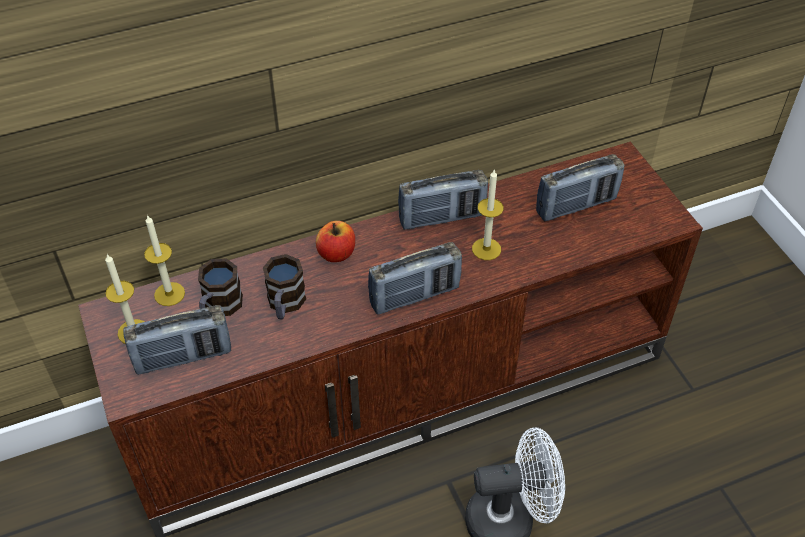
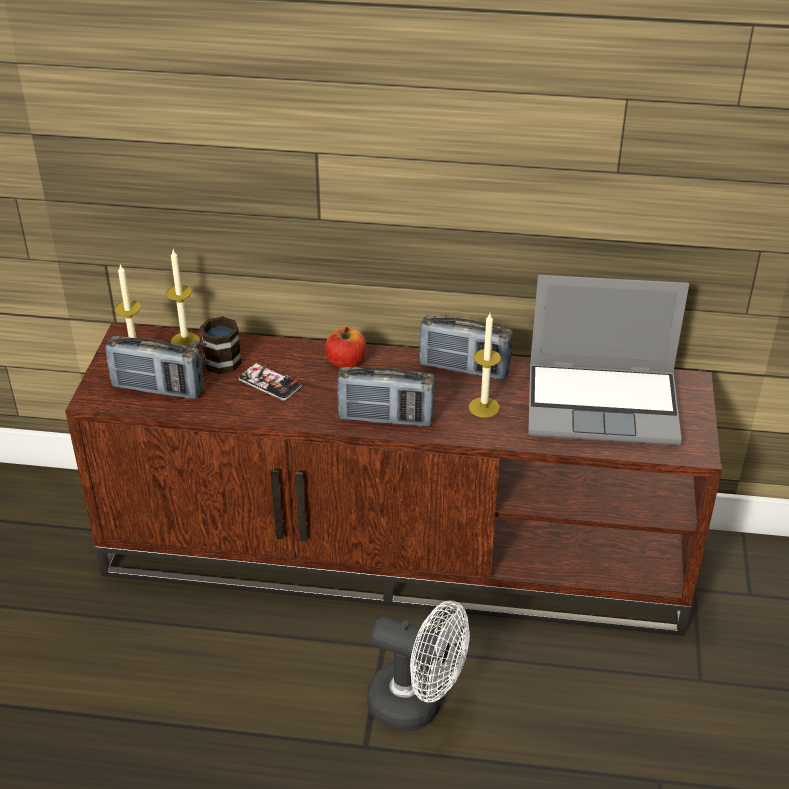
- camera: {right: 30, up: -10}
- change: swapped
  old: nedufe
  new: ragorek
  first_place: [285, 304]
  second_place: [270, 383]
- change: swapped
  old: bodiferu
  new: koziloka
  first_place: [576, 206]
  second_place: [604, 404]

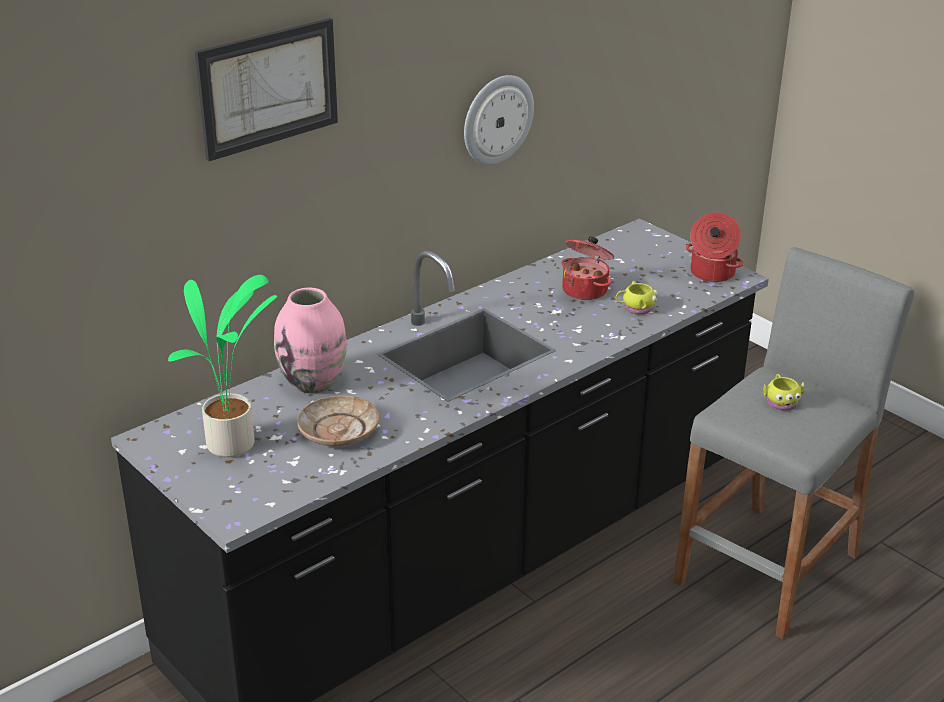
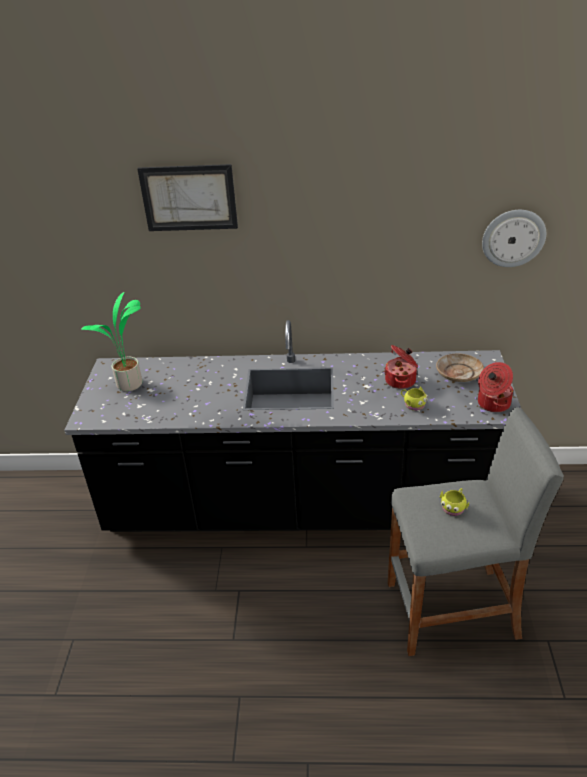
- camera: {right: 45, up: 5}
- change: gone
  old: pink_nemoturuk
  first_place: [313, 382]
- change: shifted
  old: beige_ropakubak
  first_place: [338, 431]
  second_place: [458, 373]
- change: shifted
  old: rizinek
  first_place: [497, 119]
  second_place: [513, 238]

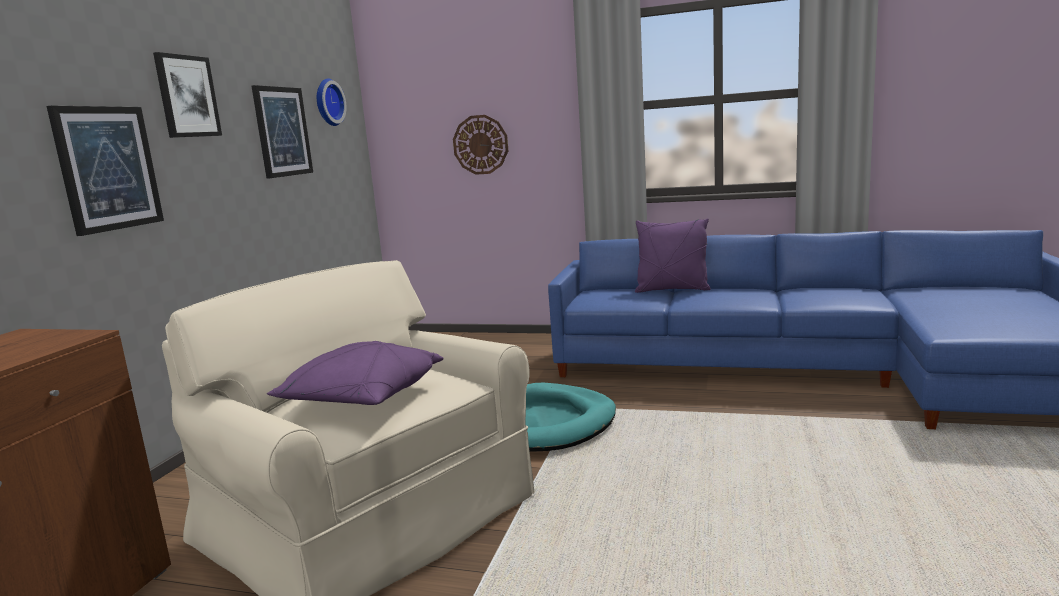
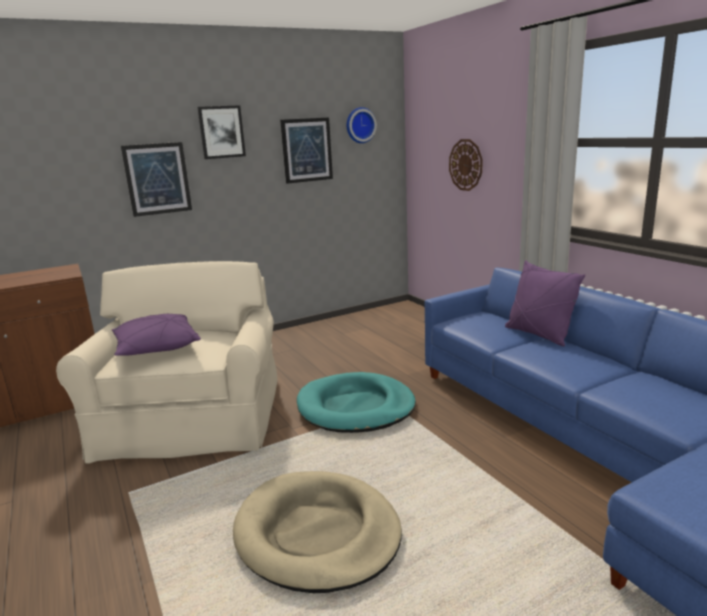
- camera: {right: 45, up: 5}
- change: new
  new: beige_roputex
  second_place: [317, 534]

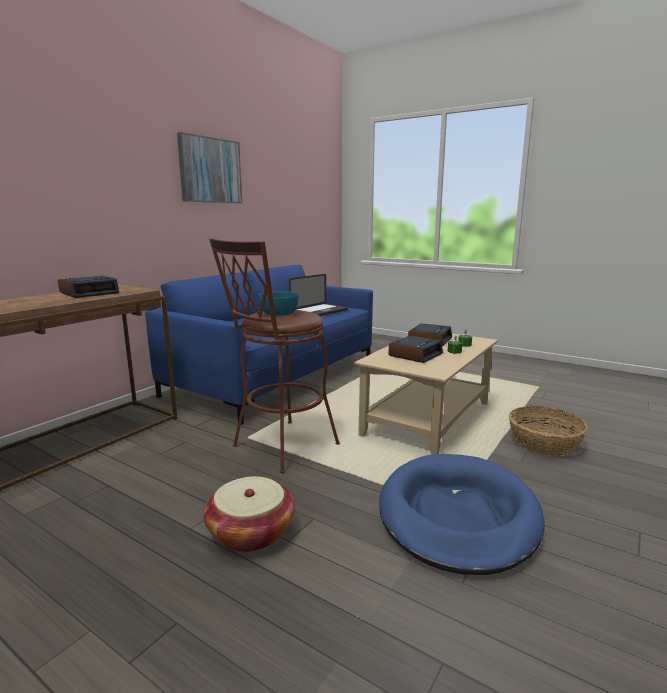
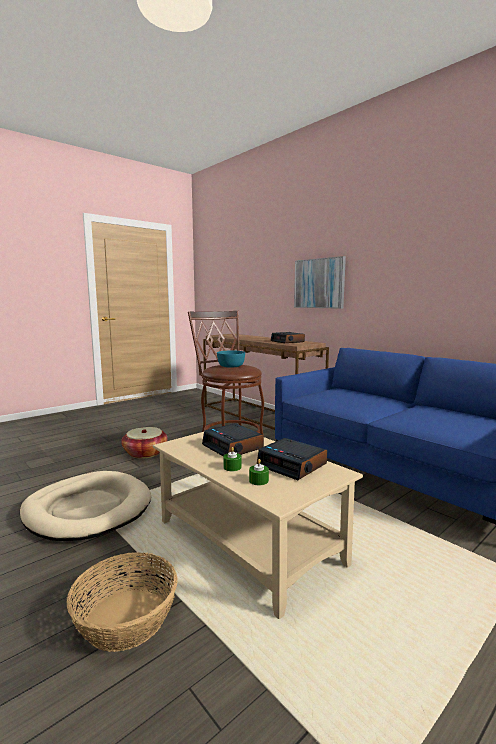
- camera: {right: 105, up: -5}
- change: gone
  old: koziloka
  first_place: [319, 311]
- change: shifted
  old: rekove
  first_place: [210, 170]
  second_place: [319, 283]
- change: repainted
  old: blue_roputex
  new: beige_roputex
  first_place: [457, 515]
  second_place: [88, 509]

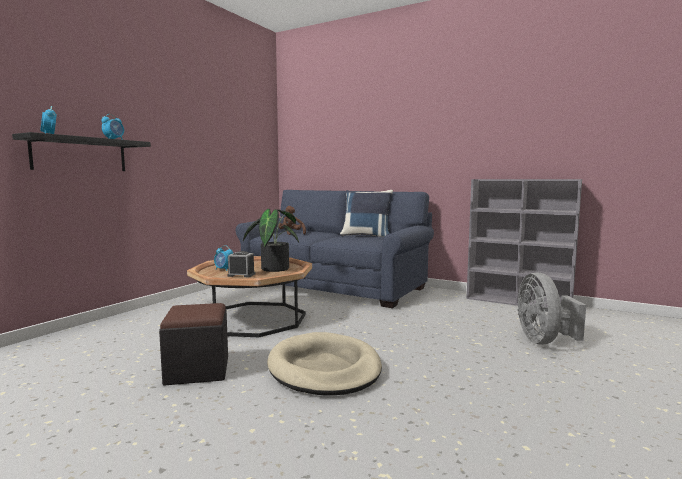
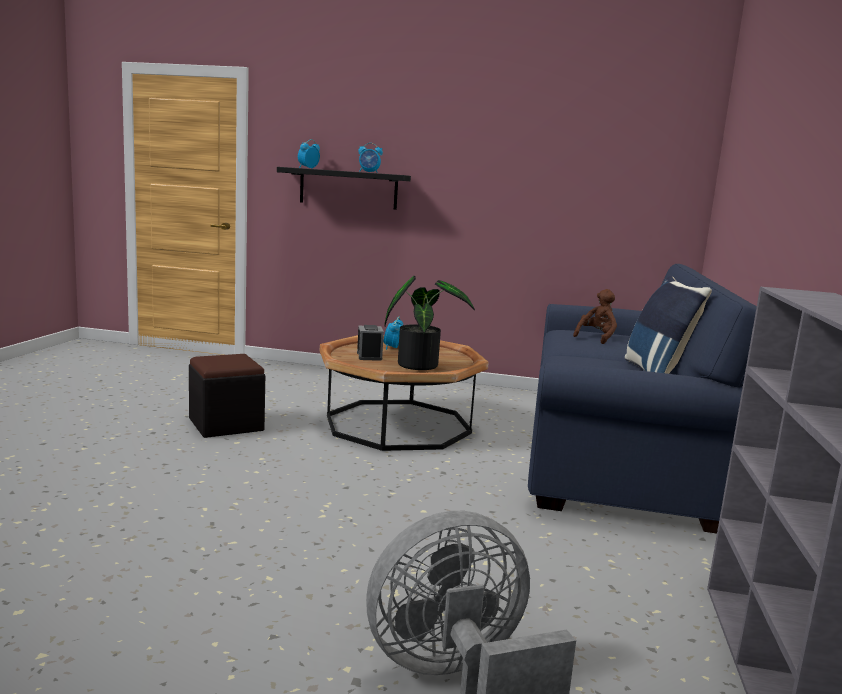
- camera: {right: 70, up: 5}
- change: gone
  old: beige_roputex
  first_place: [324, 369]

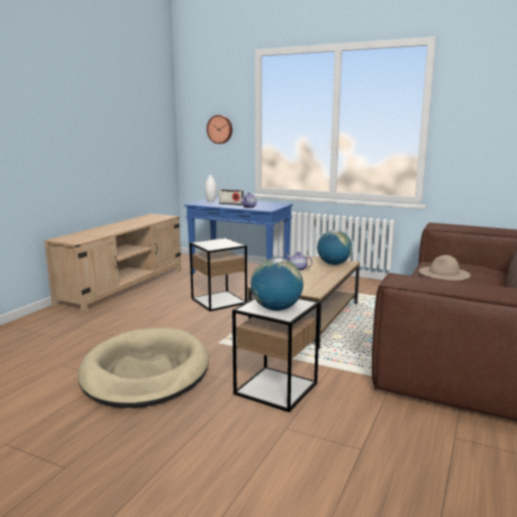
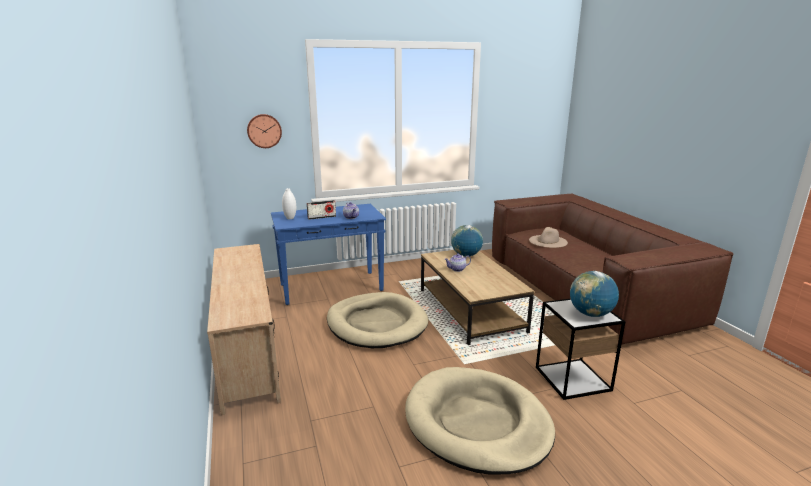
- camera: {right: -45, up: 5}
- change: swapped
  old: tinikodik
  new: beige_roputex
  first_place: [219, 301]
  second_place: [376, 324]

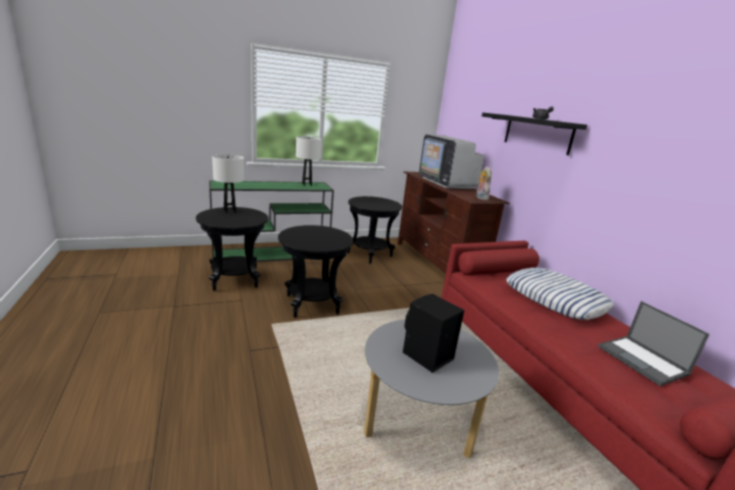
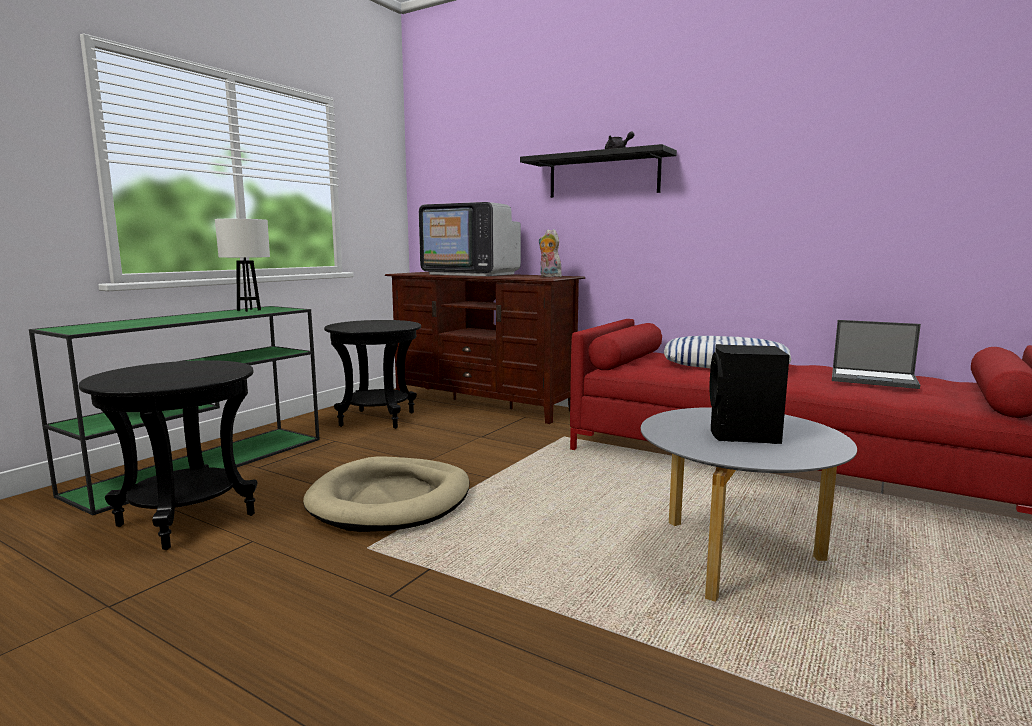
- camera: {right: -35, up: -10}
- change: gone
  old: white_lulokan
  first_place: [230, 211]
- change: swapped
  old: black_tinikodik
  new: beige_roputex
  first_place: [312, 304]
  second_place: [391, 500]

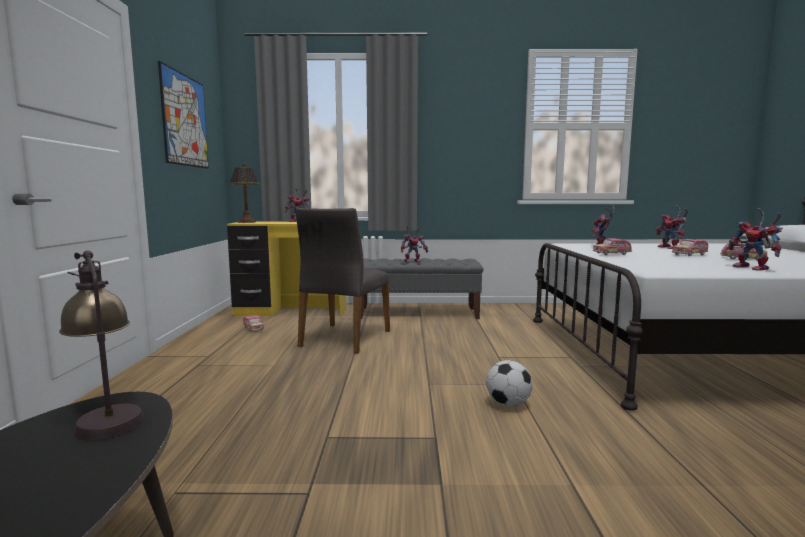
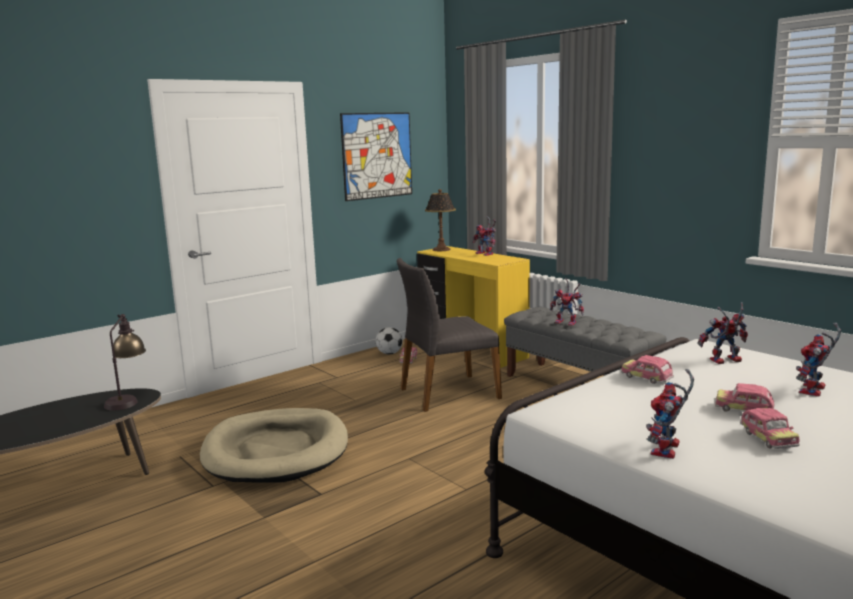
- camera: {right: 50, up: 5}
- change: new
  new: beige_roputex
  second_place: [276, 451]
- change: shifted
  old: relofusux
  first_place: [507, 404]
  second_place: [389, 353]

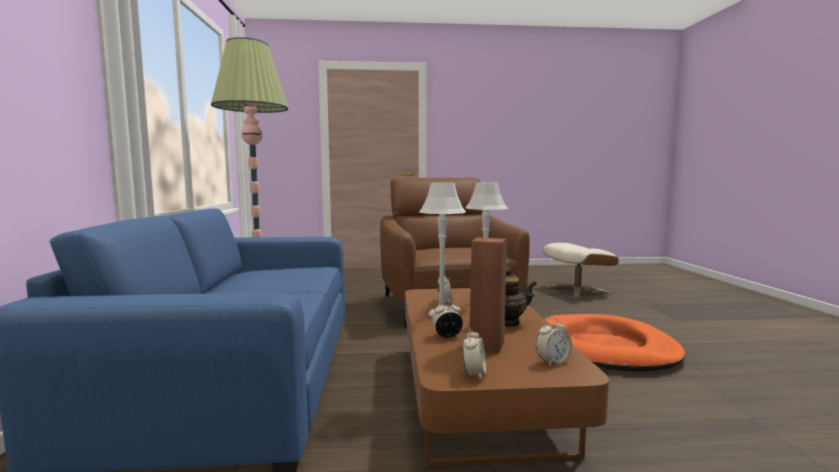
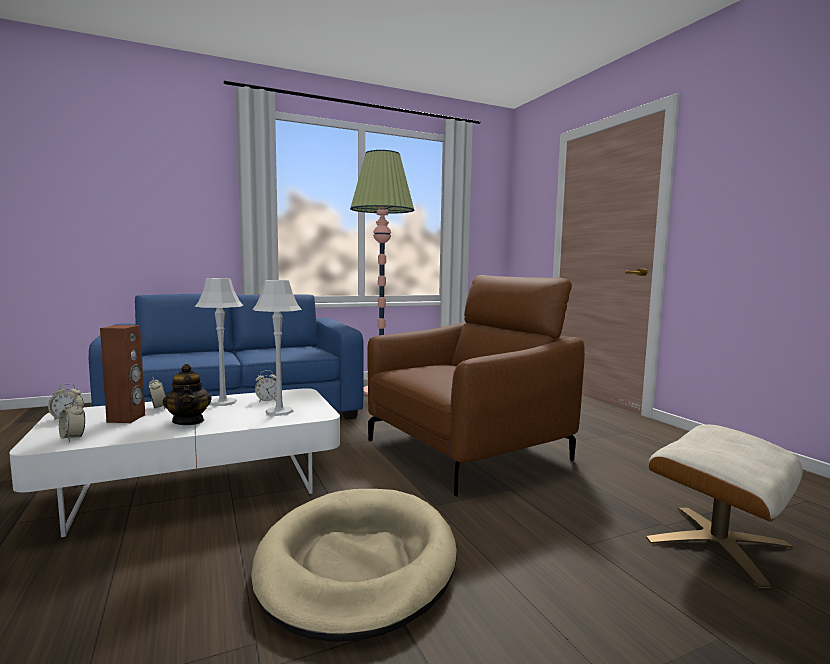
- camera: {right: 70, up: 0}
- change: repainted
  old: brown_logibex
  new: white_logibex
  first_place: [477, 396]
  second_place: [198, 486]
- change: repainted
  old: orange_roputex
  new: beige_roputex
  first_place: [606, 348]
  second_place: [357, 564]

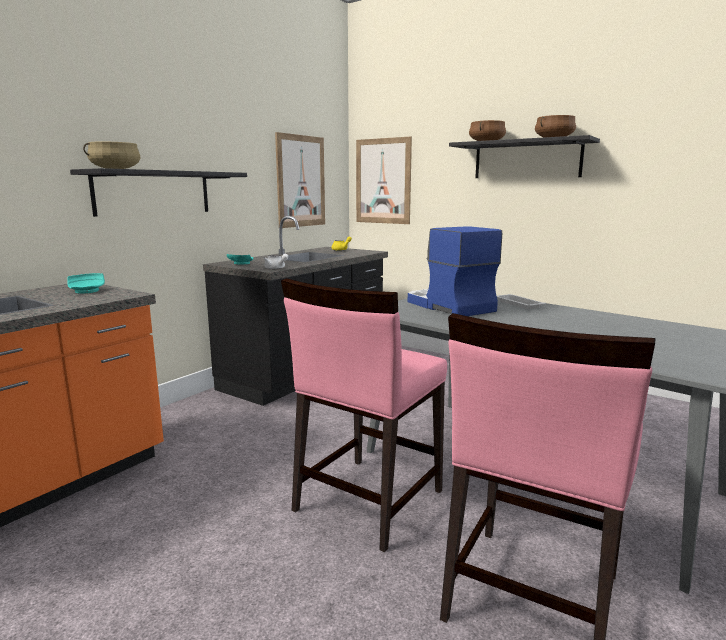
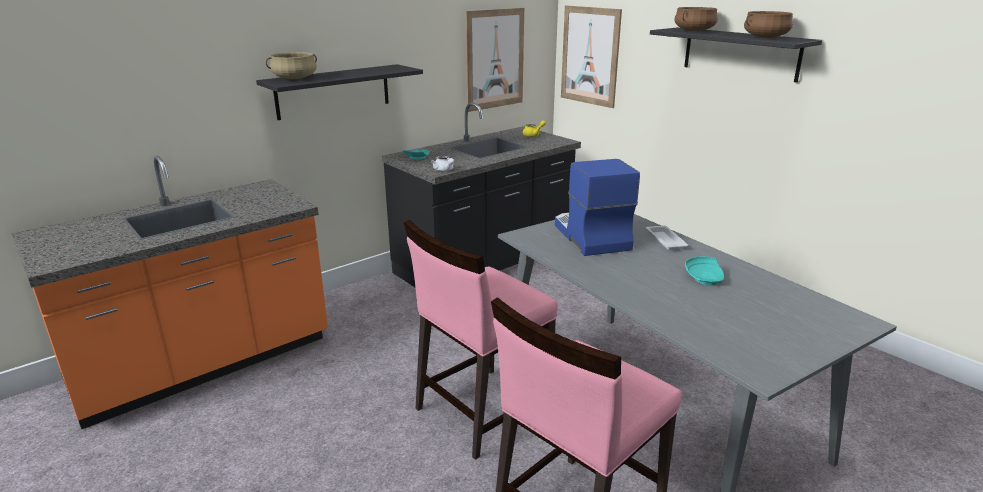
- camera: {right: 15, up: 10}
- change: shifted
  old: turquoise_ropakubak
  first_place: [87, 290]
  second_place: [705, 278]

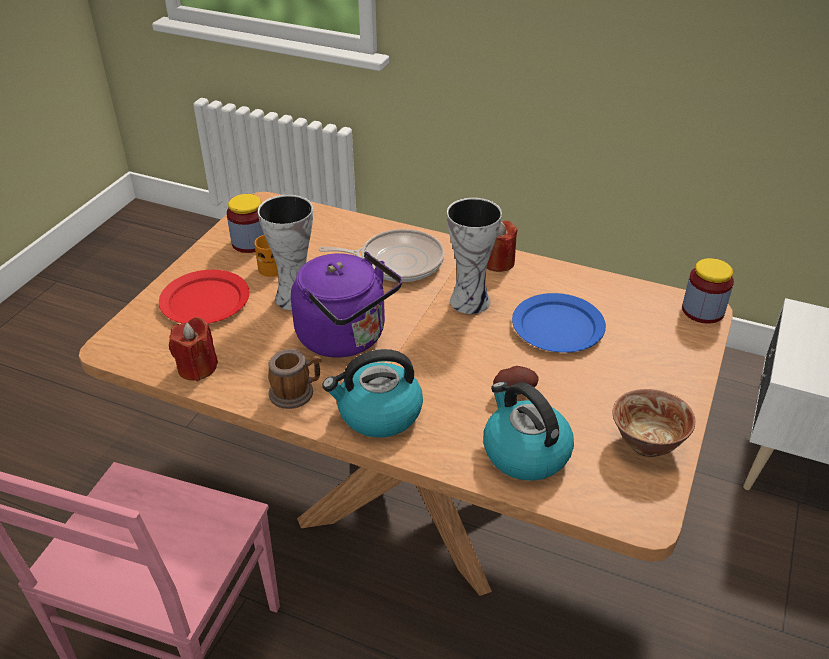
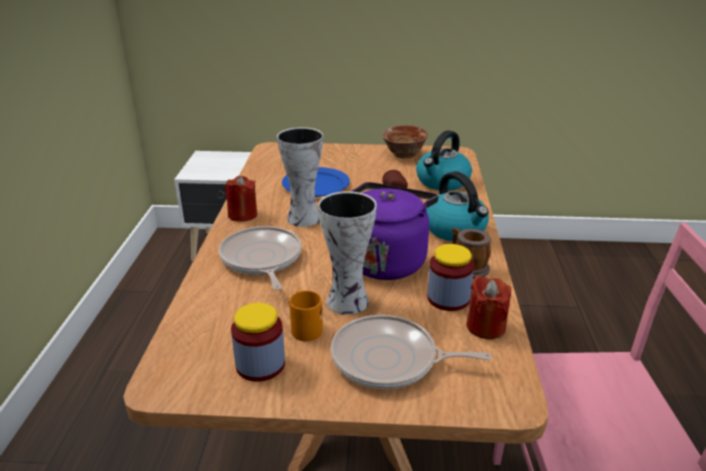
- camera: {right: -110, up: -10}
- change: shifted
  old: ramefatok
  first_place: [702, 311]
  second_place: [448, 298]
- change: swapped
  old: red_ropakubak
  new: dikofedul
  first_place: [204, 301]
  second_place: [390, 360]

